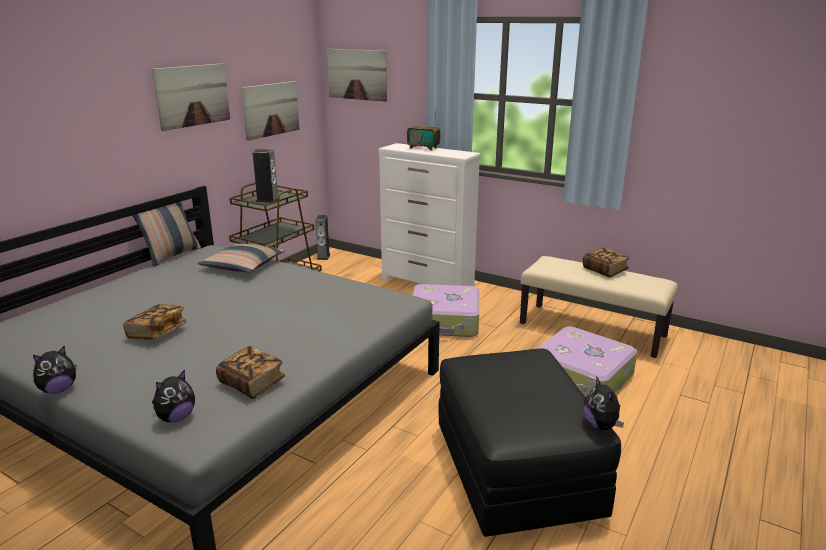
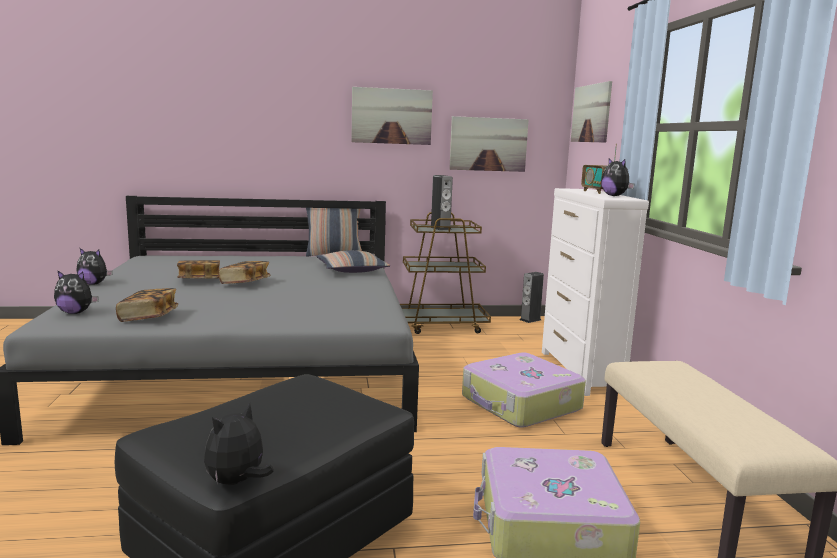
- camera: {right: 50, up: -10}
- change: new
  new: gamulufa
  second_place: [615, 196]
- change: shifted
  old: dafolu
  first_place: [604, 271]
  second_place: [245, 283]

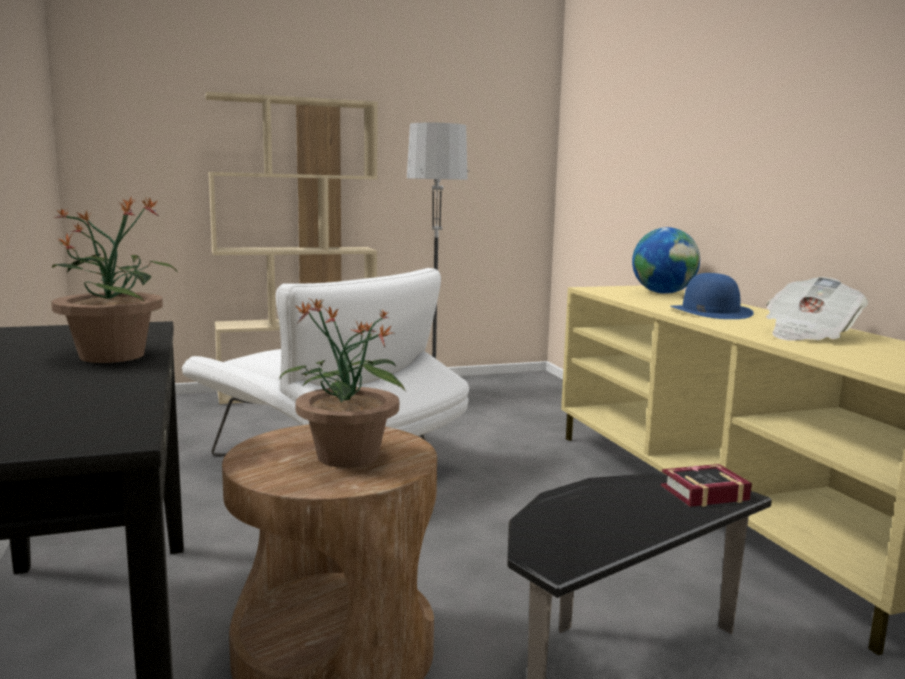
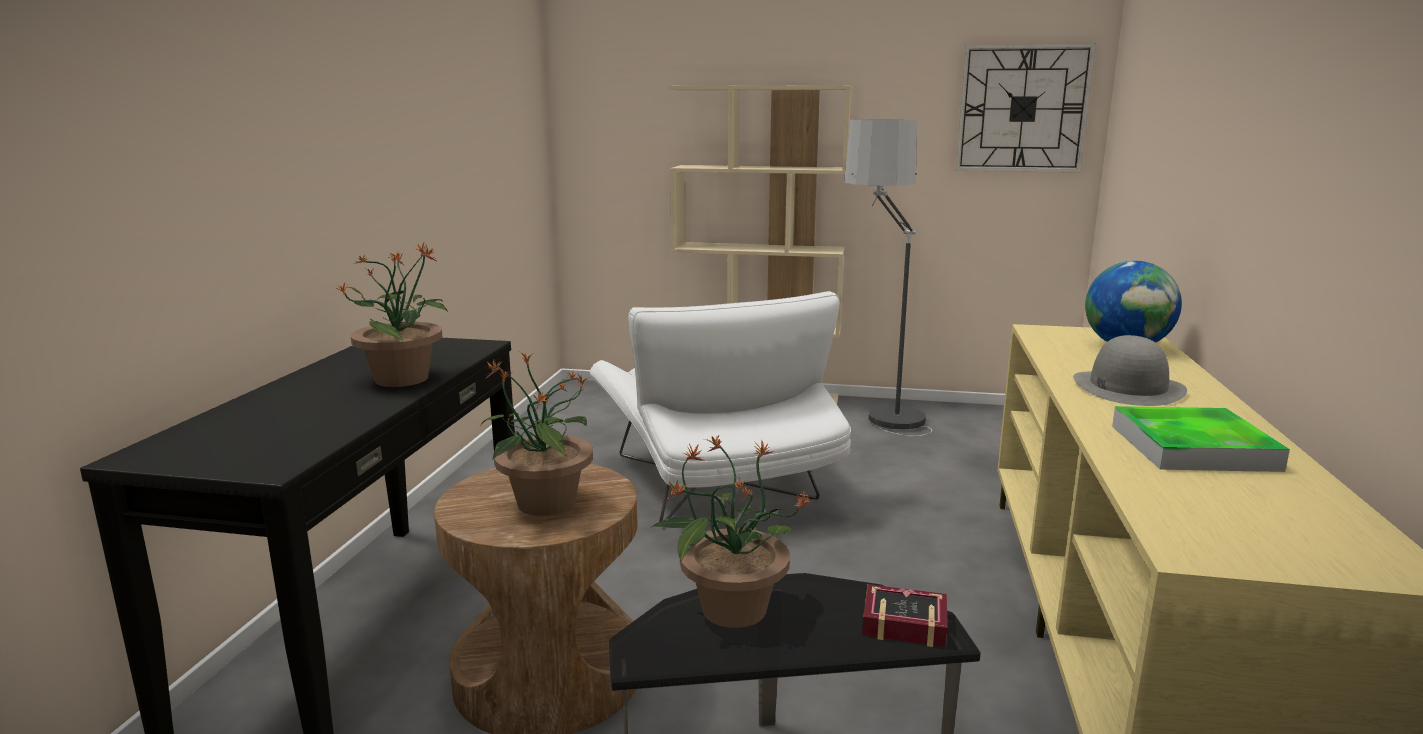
- camera: {right: 30, up: 5}
- change: new
  new: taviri
  second_place: [731, 609]
- change: new
  new: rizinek
  second_place: [1022, 109]
- change: swapped
  old: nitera
  new: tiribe
  first_place: [808, 335]
  second_place: [1192, 447]
- change: repainted
  old: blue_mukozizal
  new: grey_mukozizal
  first_place: [710, 312]
  second_place: [1127, 387]

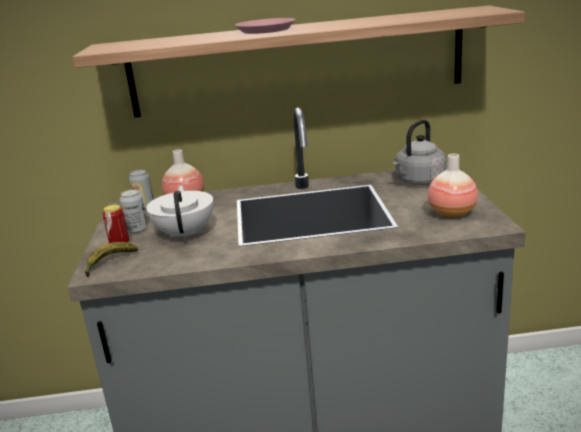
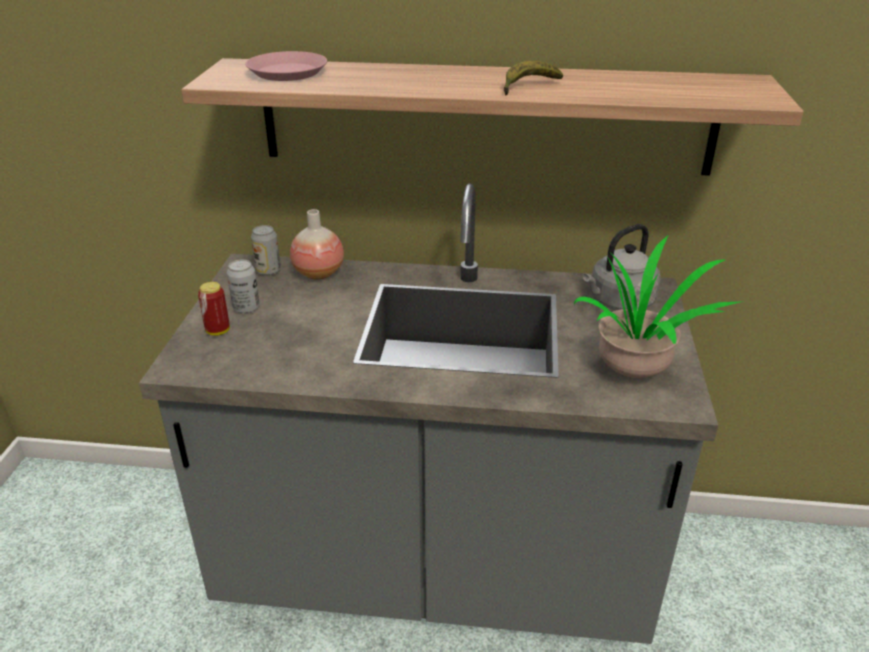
- camera: {right: 10, up: 10}
- change: gone
  old: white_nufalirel
  first_place: [186, 234]
- change: shifted
  old: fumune
  first_place: [109, 263]
  second_place: [528, 87]
- change: shifted
  old: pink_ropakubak
  first_place: [265, 30]
  second_place: [287, 72]
- change: swapped
  old: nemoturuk
  new: taviri
  first_place: [452, 214]
  second_place: [636, 370]

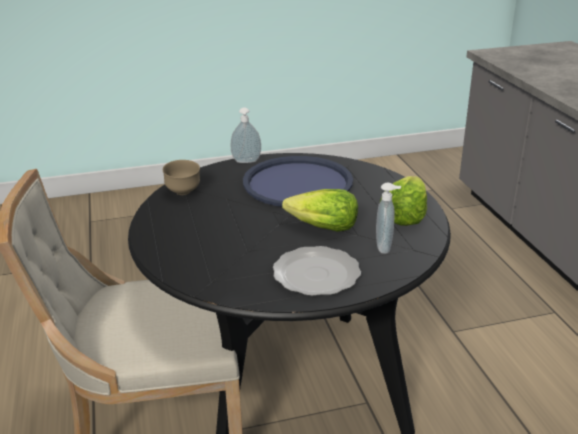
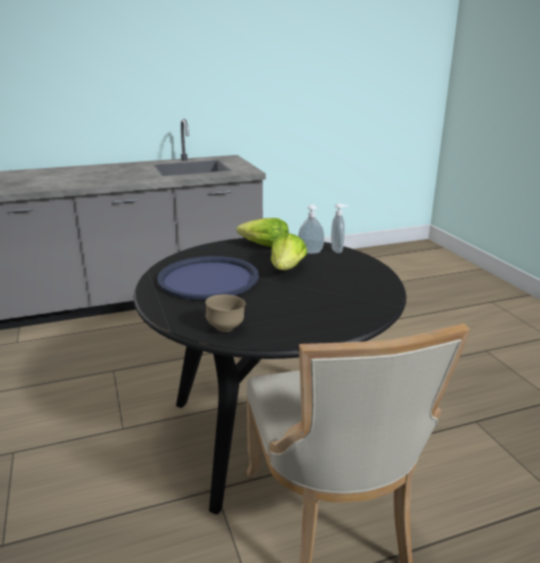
- camera: {right: -95, up: -5}
- change: gone
  old: ropakubak
  first_place: [317, 273]
- change: shifted
  old: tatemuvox
  first_place: [246, 162]
  second_place: [338, 250]

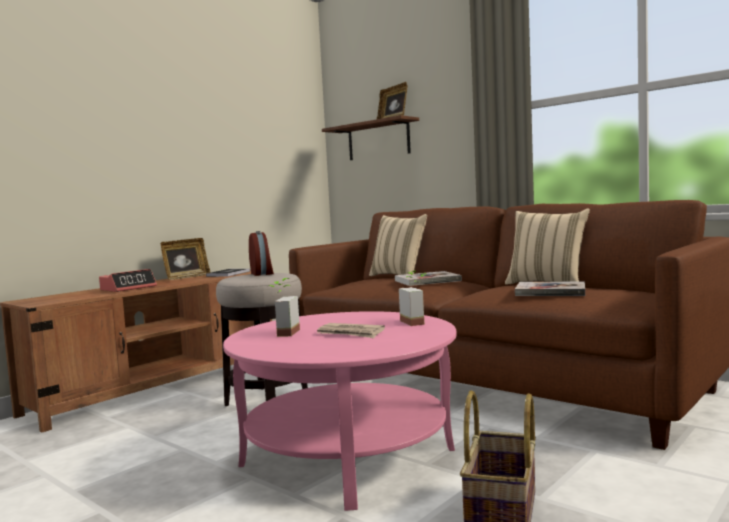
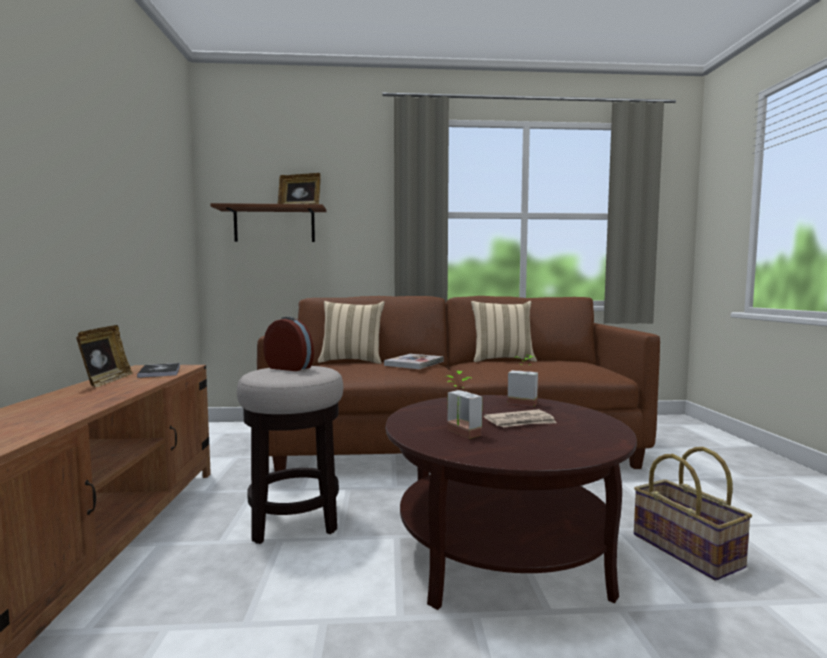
- camera: {right: -45, up: 0}
- change: gone
  old: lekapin
  first_place: [128, 288]
- change: gone
  old: dafolu
  first_place: [550, 292]
- change: repainted
  old: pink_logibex
  new: brown_logibex
  first_place: [348, 456]
  second_place: [502, 550]

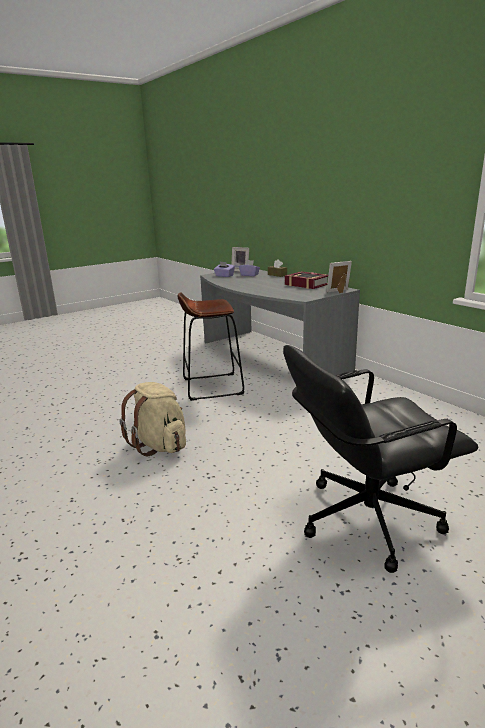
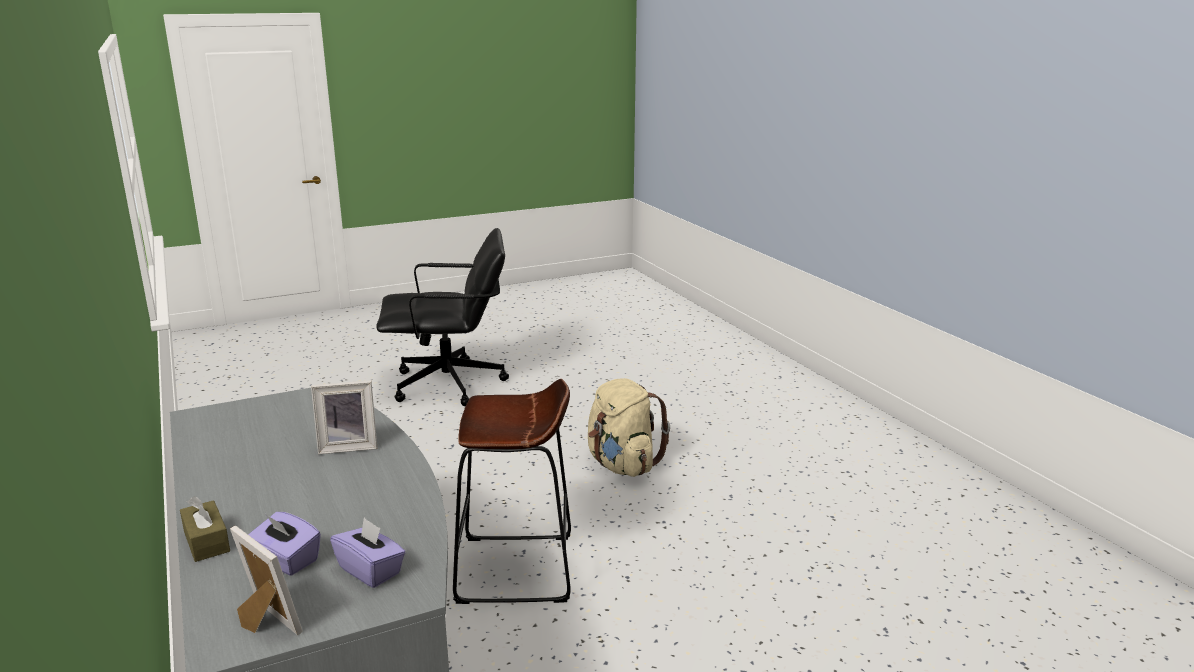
- camera: {right: -170, up: 0}
- change: gone
  old: dafolu
  first_place: [306, 284]
- change: shifted
  old: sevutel
  first_place: [339, 291]
  second_place: [348, 446]

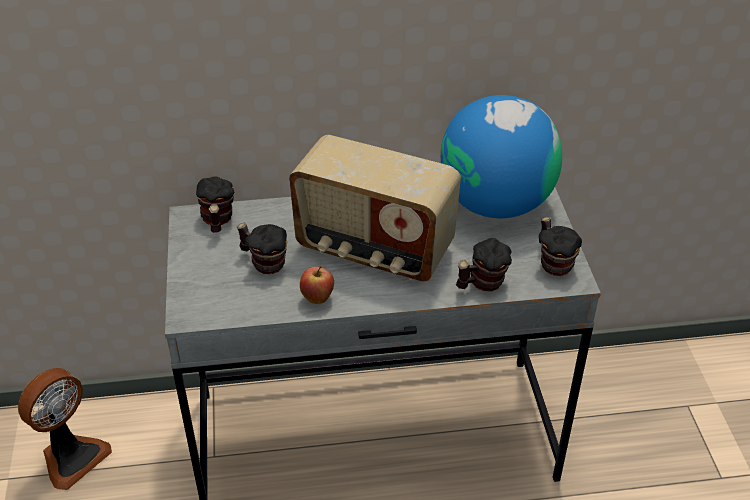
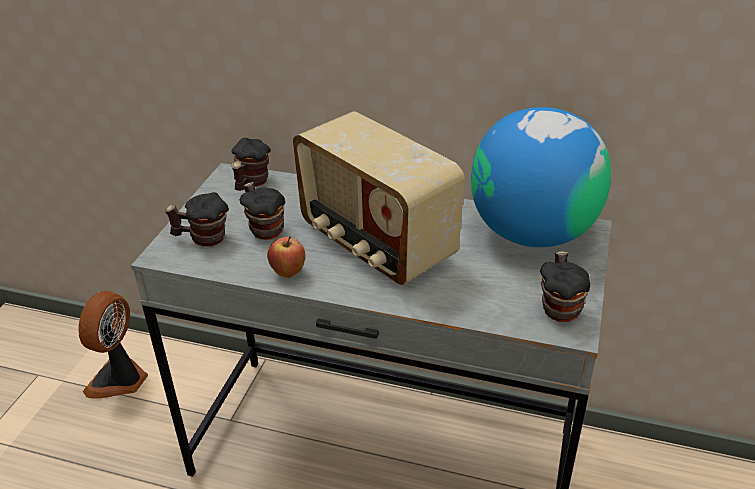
- camera: {right: 25, up: -5}
- change: shifted
  old: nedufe
  first_place: [481, 284]
  second_place: [202, 238]
- change: rotated
  old: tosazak
  first_place: [72, 456]
  second_place: [120, 379]
  degrees: 135

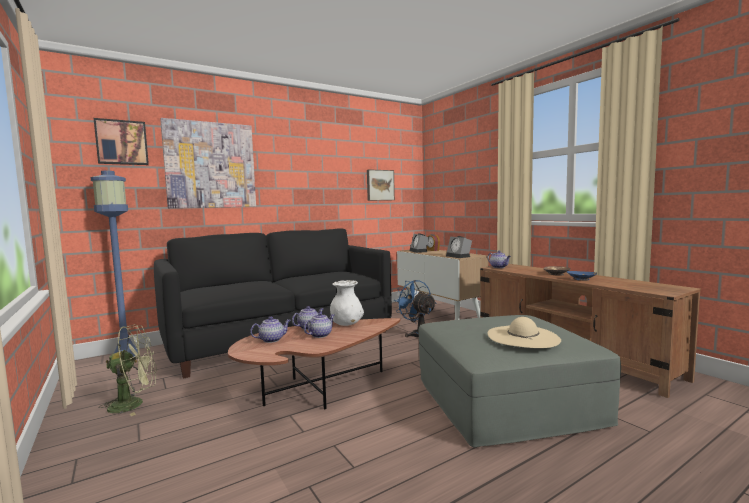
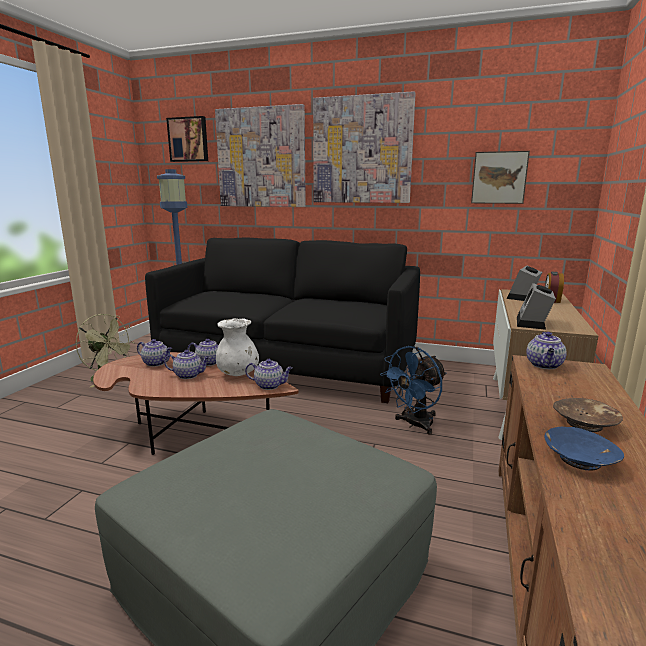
- camera: {right: 50, up: 10}
- change: gone
  old: beige_mukozizal
  first_place: [523, 336]
- change: new
  new: nufalirel
  second_place: [270, 385]
- change: new
  new: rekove
  second_place: [362, 150]
- change: rotated
  old: blue_tosazak
  first_place: [418, 334]
  second_place: [414, 425]
  degrees: -150

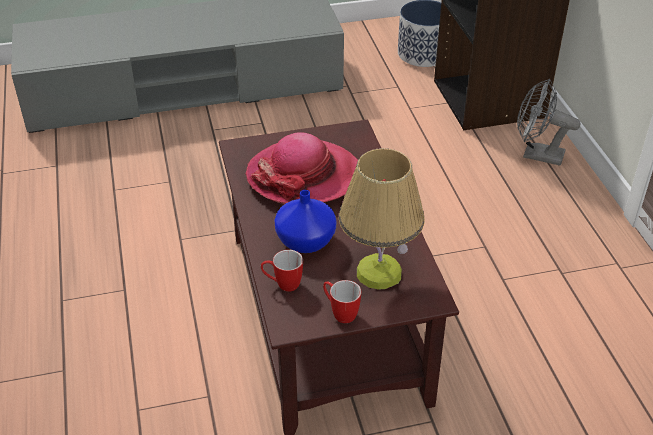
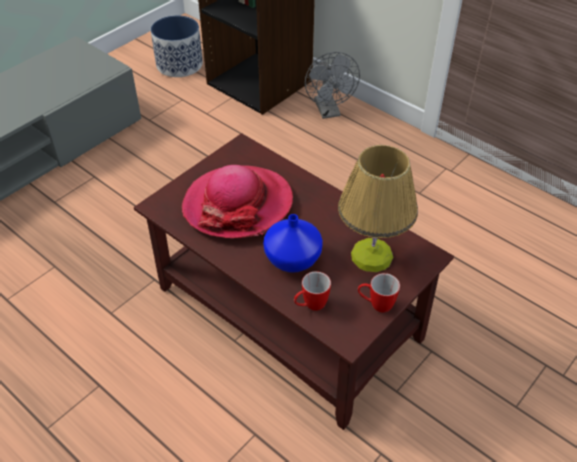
- camera: {right: -35, up: 5}
- change: rotated
  old: grey_tosazak
  first_place: [536, 155]
  second_place: [329, 112]
  degrees: -90

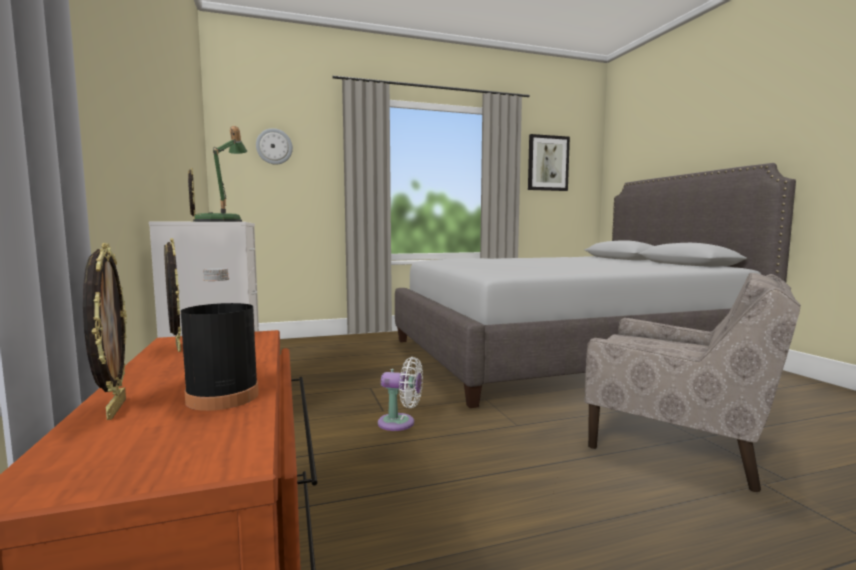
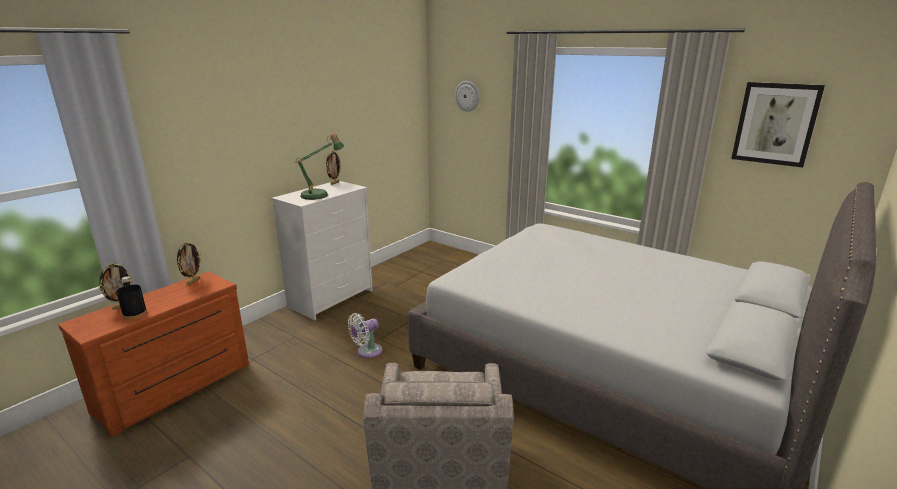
- camera: {right: 55, up: 15}
- change: rotated
  old: white_tosazak
  first_place: [400, 423]
  second_place: [367, 352]
  degrees: 75

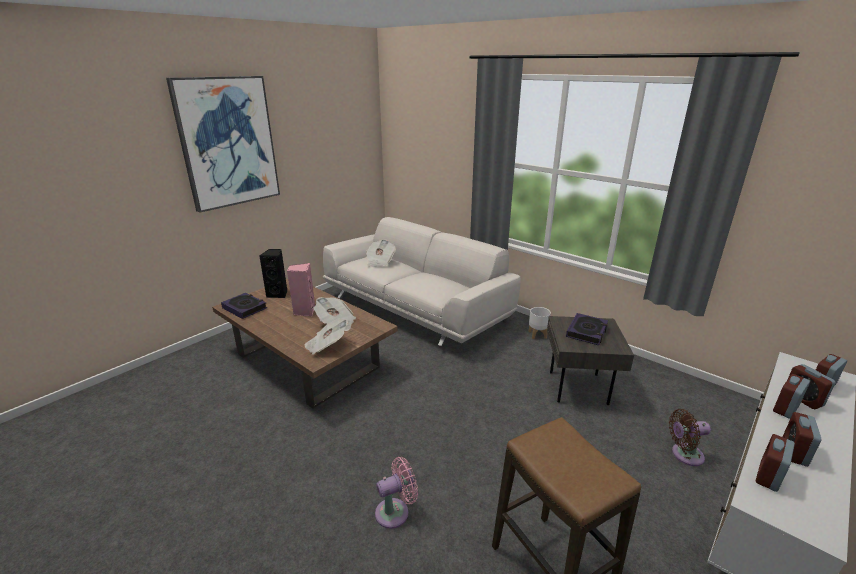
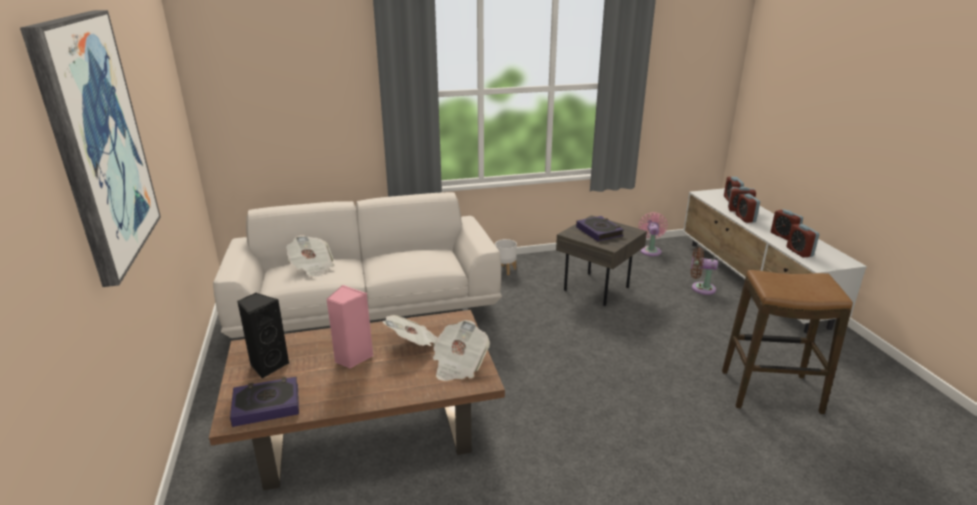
- camera: {right: -55, up: 0}
- change: shifted
  old: pink_tosazak
  first_place: [395, 512]
  second_place: [650, 250]
- change: rotated
  old: brown_tosazak
  first_place: [684, 455]
  second_place: [700, 288]
  degrees: 75

